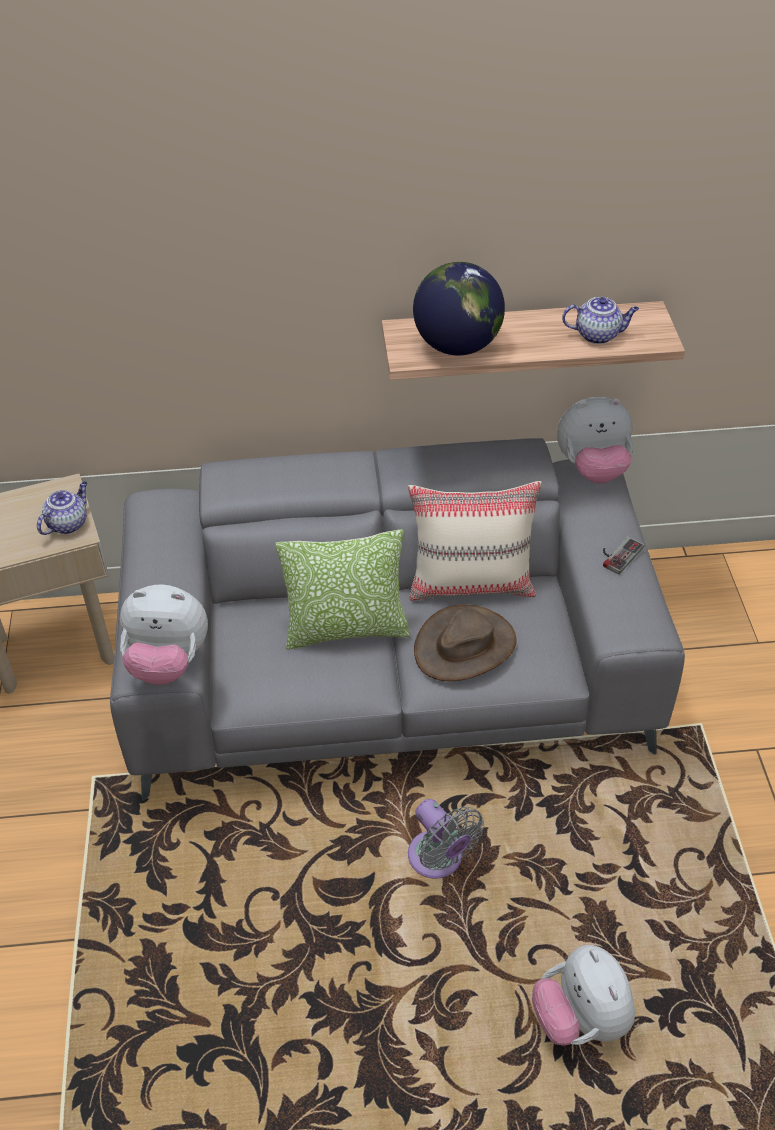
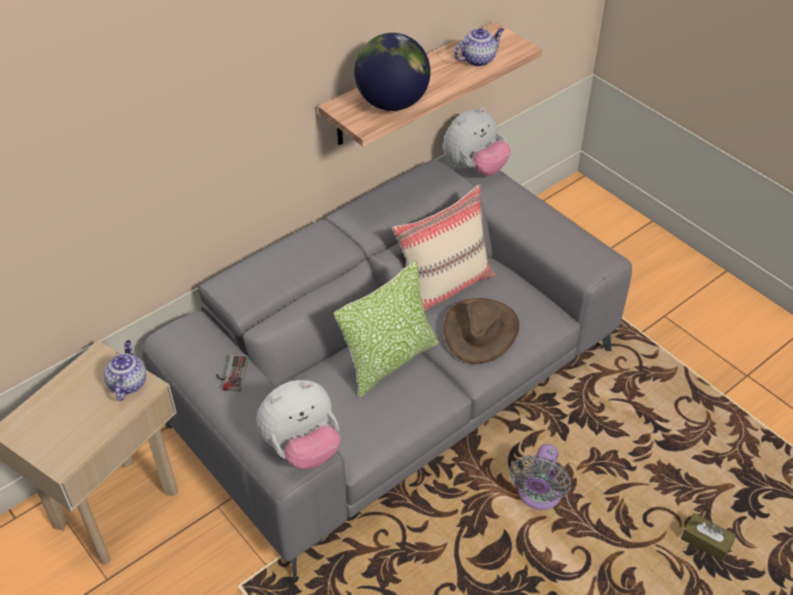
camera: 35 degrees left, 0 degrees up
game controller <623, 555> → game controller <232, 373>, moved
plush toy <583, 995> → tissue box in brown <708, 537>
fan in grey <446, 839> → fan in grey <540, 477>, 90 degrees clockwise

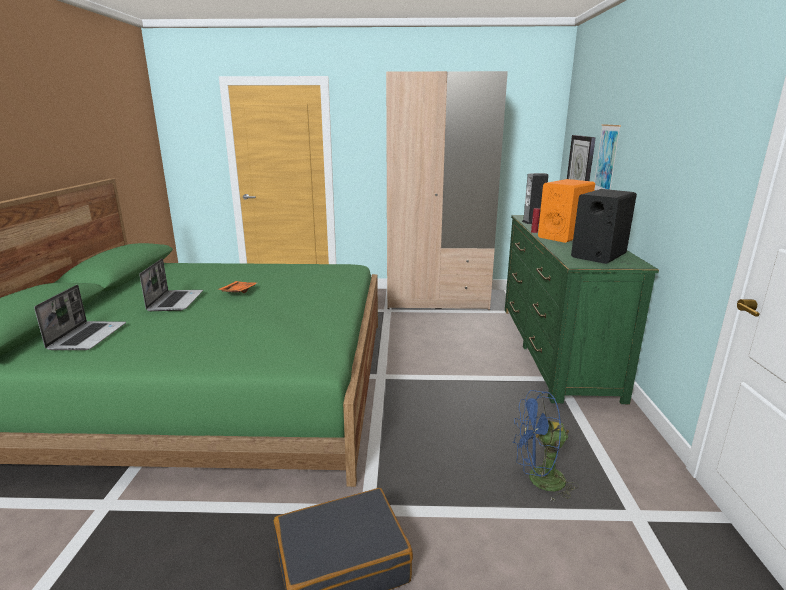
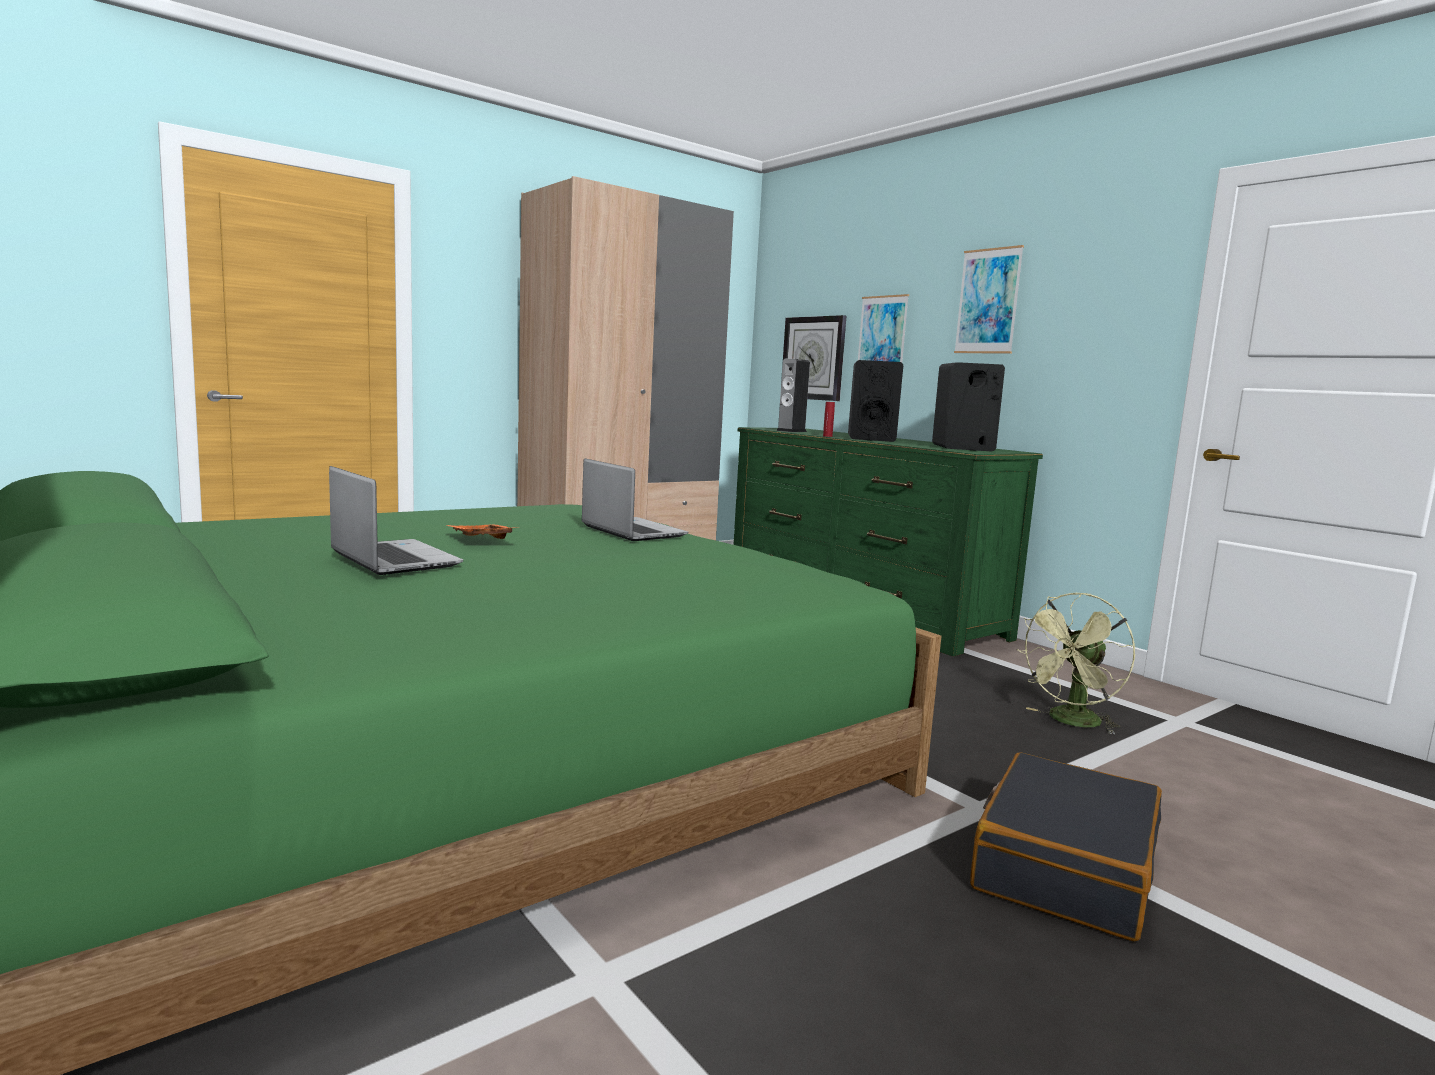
camera: 40 degrees left, 10 degrees down
- → picture <989, 299>
laptop <80, 317> → laptop <635, 499>, moved
fan in blue <546, 446> → fan in green <1076, 664>
speaker in orange <566, 211> → speaker in black <875, 401>

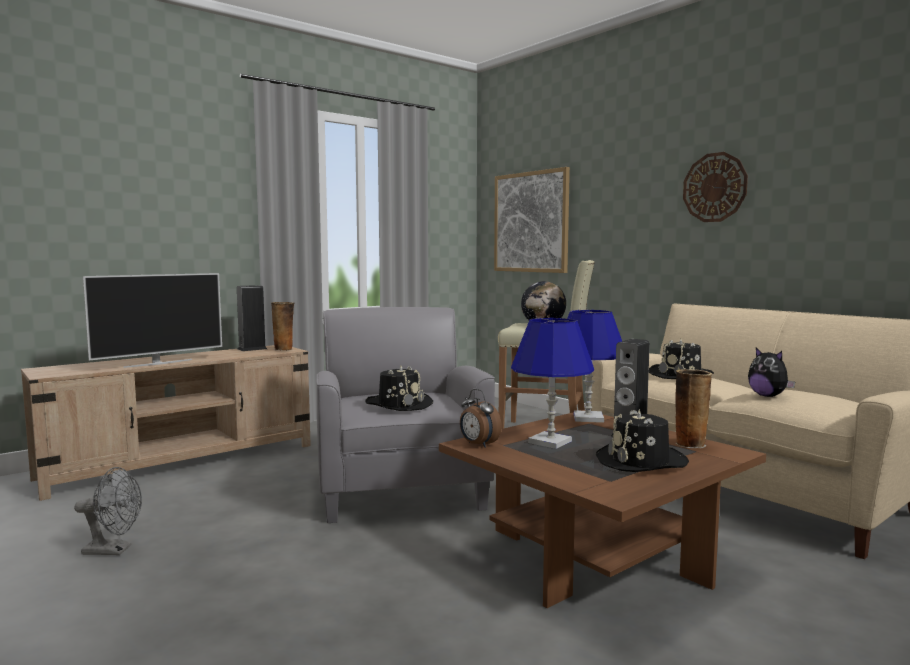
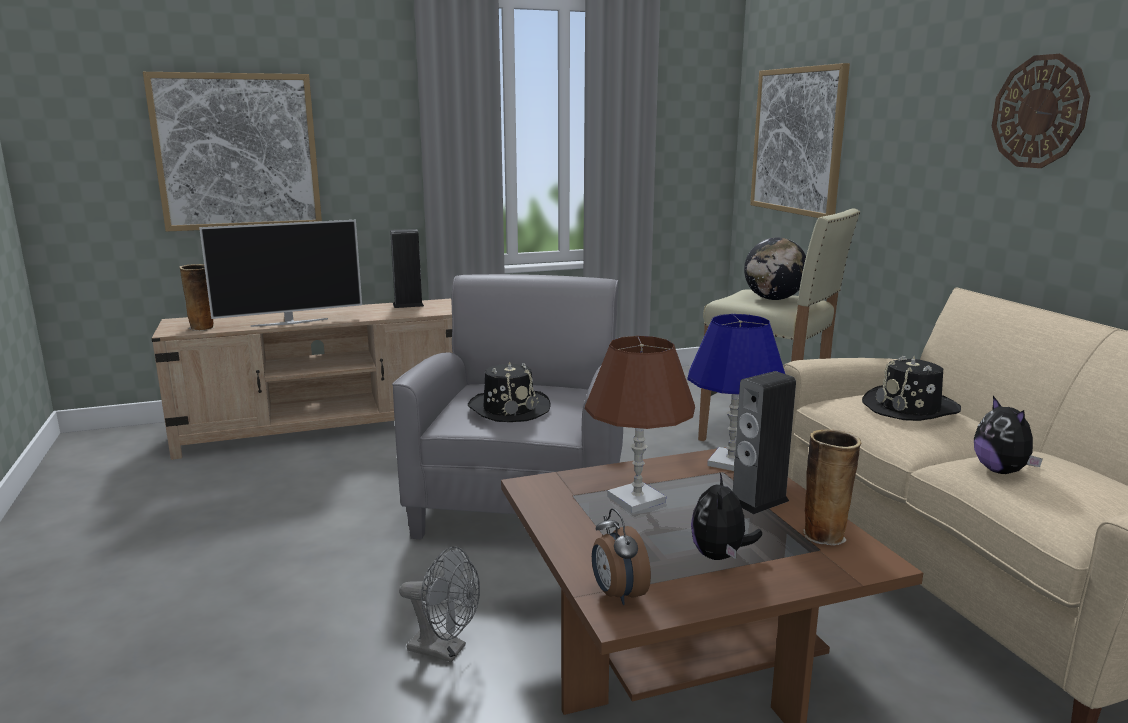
camera: 20 degrees right, 10 degrees up
- → picture <232, 152>
fan in grey <108, 511> → fan in grey <439, 604>, moved
vase <282, 326> → vase <197, 297>, moved
alarm clock <481, 418> → alarm clock <621, 556>, moved
hat in black <642, 440> → plush toy <726, 516>
table lamp in blue <552, 383> → table lamp in brown <640, 424>

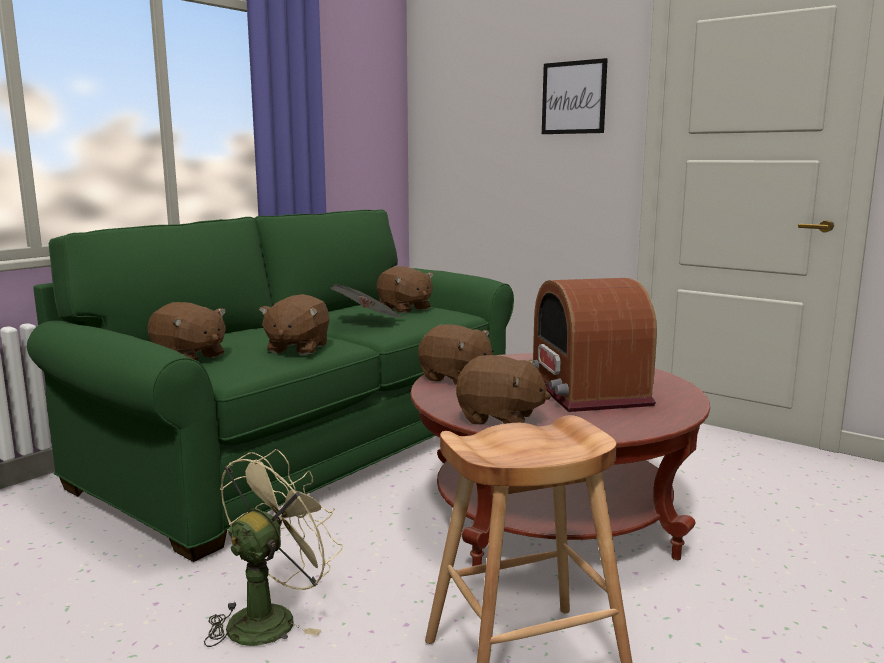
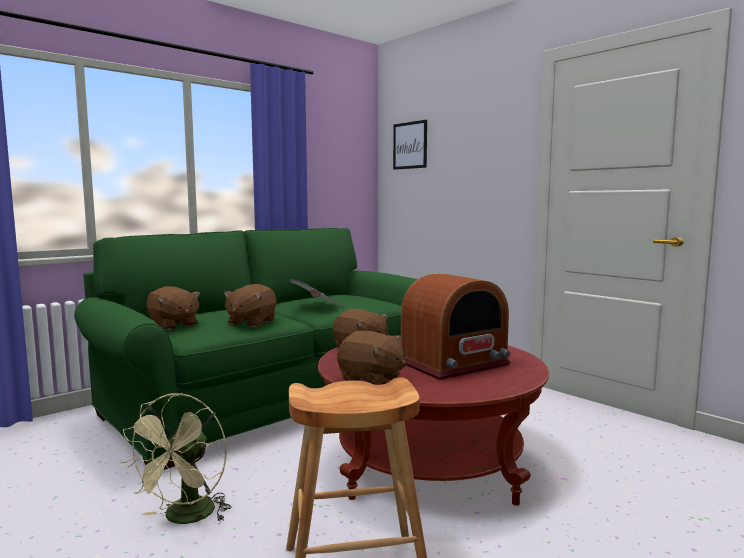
camera: 10 degrees right, 5 degrees down
plush toy in brown <405, 289> → -
picture <575, 96> → picture <410, 145>, moved
fan in beige <273, 548> → fan in beige <176, 458>, 150 degrees clockwise
radio <595, 345> → radio <455, 326>, 120 degrees counterclockwise

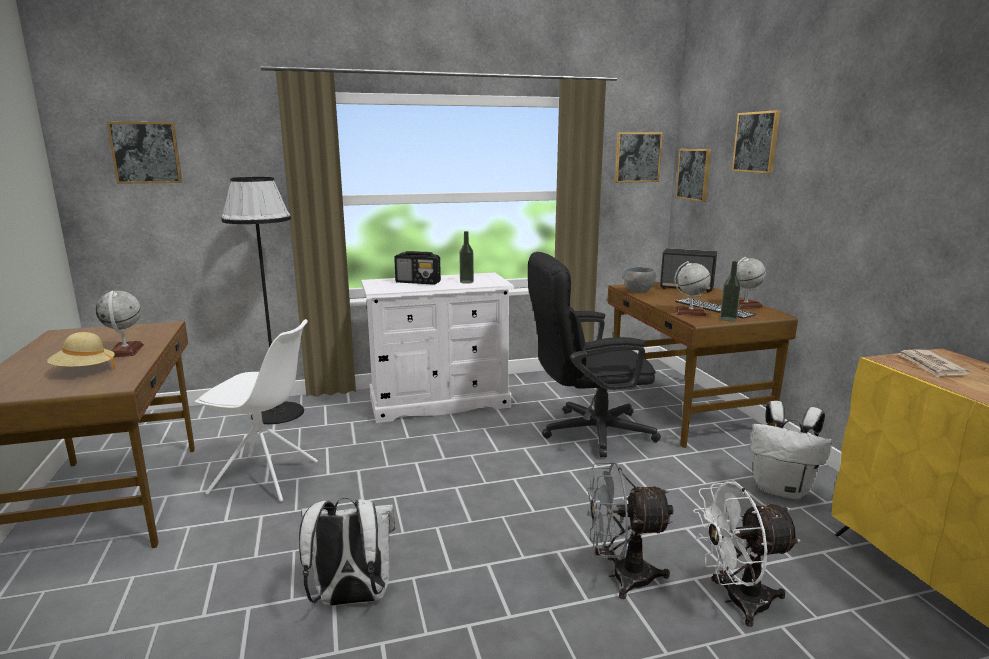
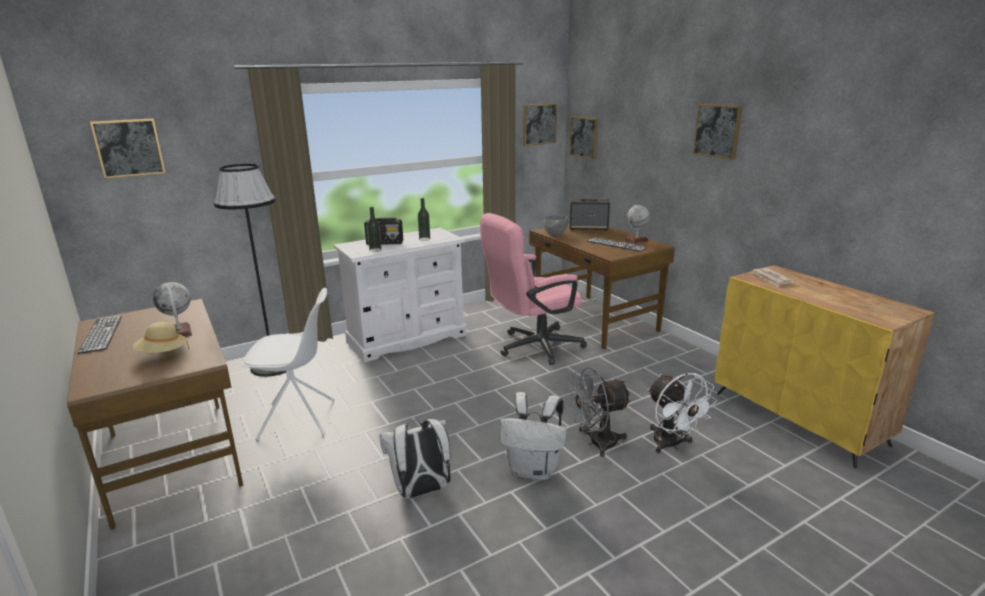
camera: 15 degrees left, 5 degrees up
globe <692, 288> → -
- → keyboard <99, 335>
bottle <730, 291> → bottle <374, 229>, moved
picture <756, 142> → picture <717, 132>, moved
backpack in white <791, 450> → backpack in white <533, 436>, moved
office chair in black <594, 355> → office chair in pink <533, 289>
fan in white <747, 554> → fan in white <682, 413>, 90 degrees counterclockwise

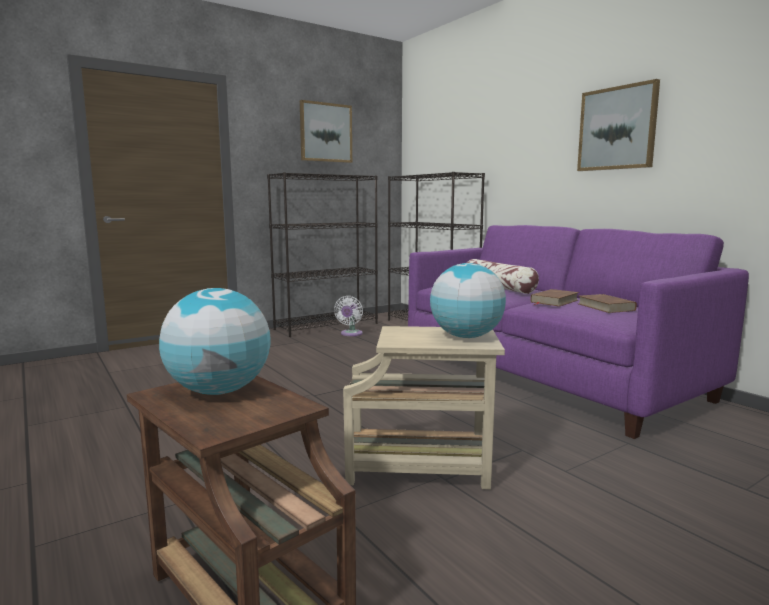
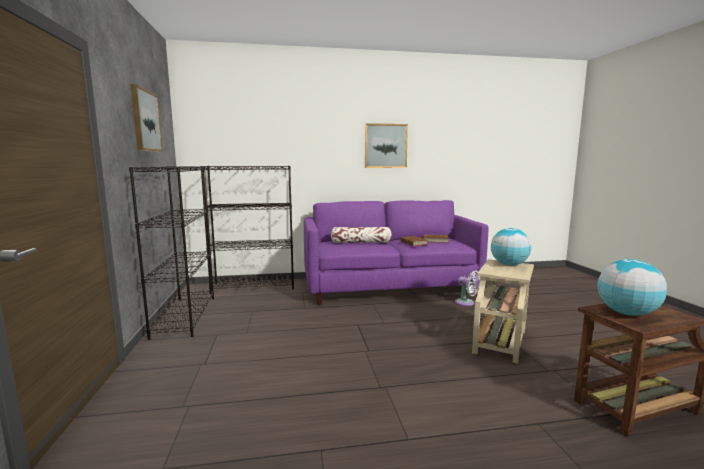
camera: 65 degrees left, 0 degrees up
fan in white <348, 316> → fan in white <467, 288>, moved

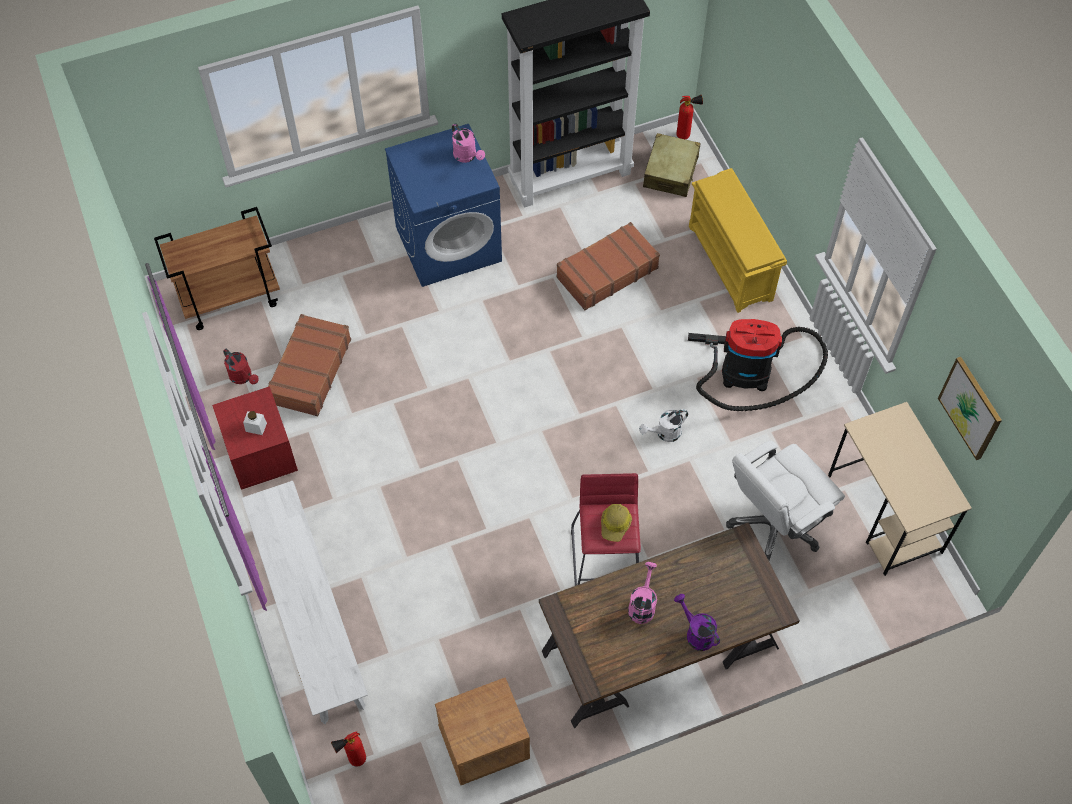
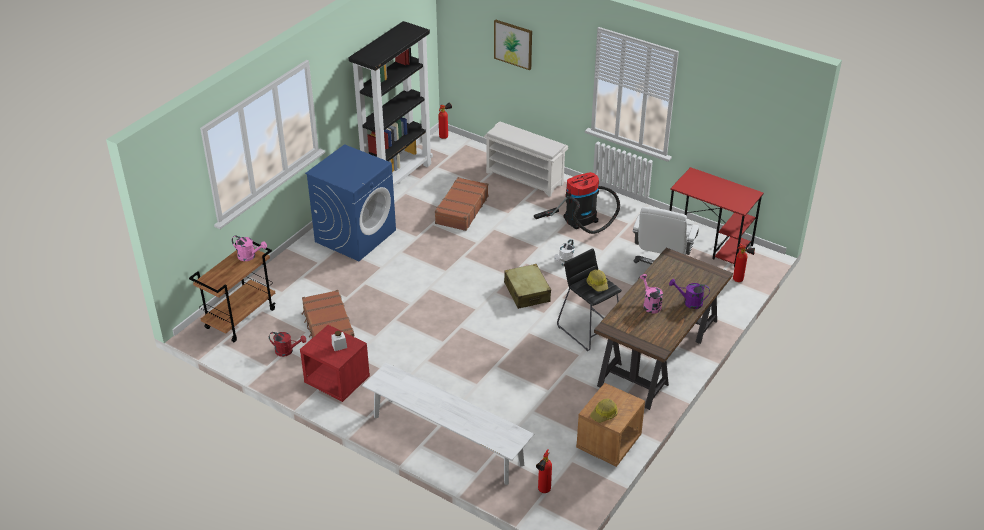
camera: 35 degrees left, 20 degrees down
- → hard hat <604, 411>
- → fire extinguisher <744, 263>
watering can in pink <468, 143> → watering can in pink <249, 248>, moved
suitcase in beige <672, 165> → suitcase in beige <527, 286>, moved
picture <970, 408> → picture <513, 44>, moved
stool in red <606, 529> → stool in black <589, 300>
shoe rack in yellow <738, 240> → shoe rack in white <526, 159>
desk in beige <900, 489> → desk in red <716, 217>

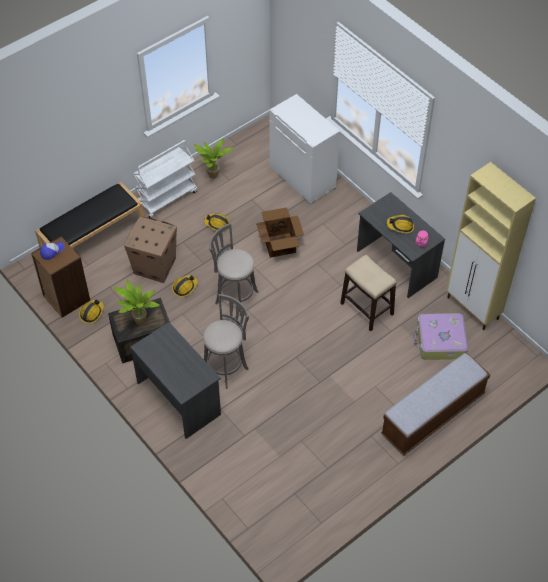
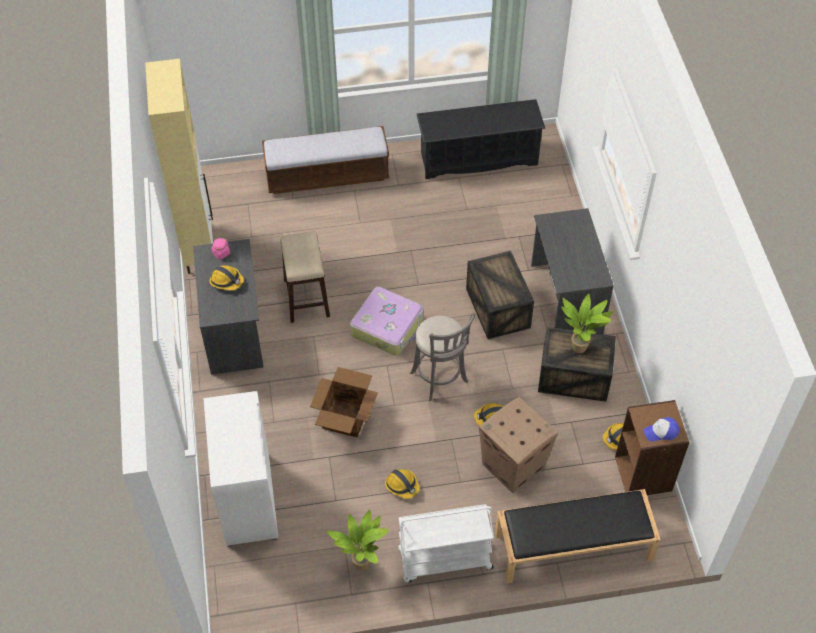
camera: 150 degrees left, 0 degrees up
- → shoe rack in black <481, 139>
suitcase <441, 336> → suitcase <386, 321>, moved
stool in grey <226, 341> → crate <500, 295>

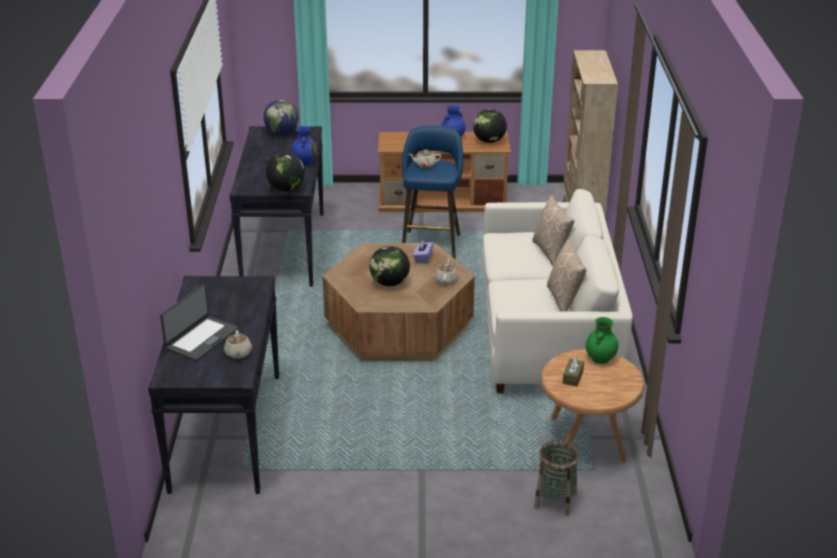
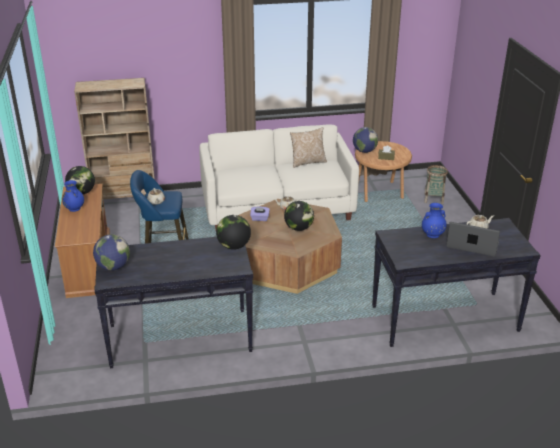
camera: 100 degrees left, 0 degrees up
pillow <553, 231> → -
vase in blue <304, 146> → vase in blue <434, 220>, moved
vase in green <602, 340> → globe <365, 140>

